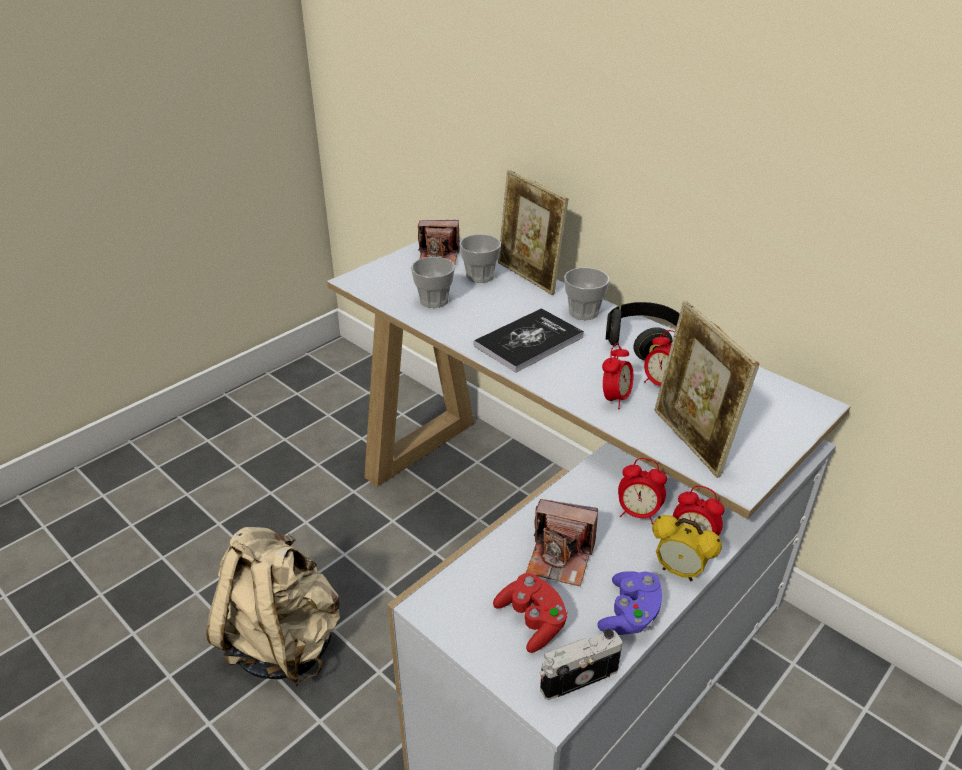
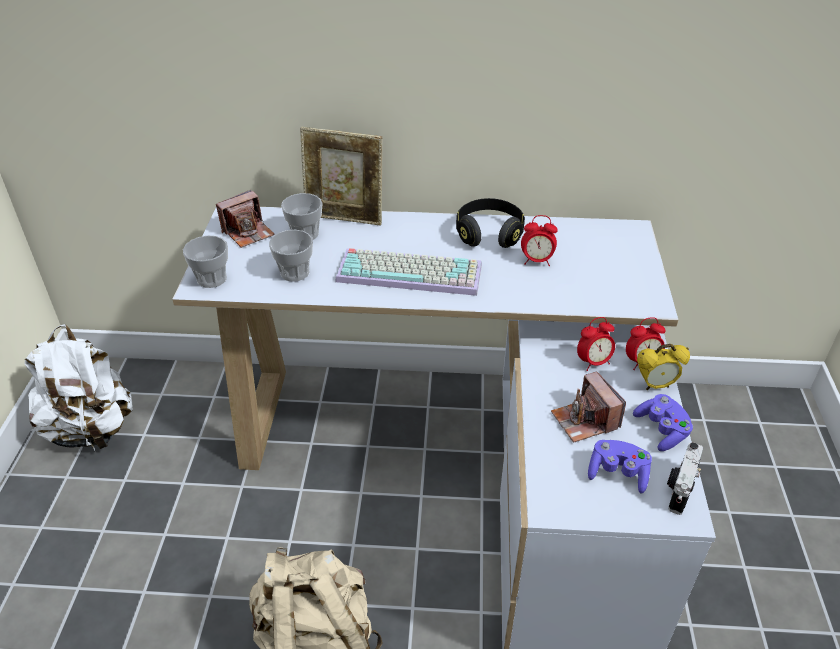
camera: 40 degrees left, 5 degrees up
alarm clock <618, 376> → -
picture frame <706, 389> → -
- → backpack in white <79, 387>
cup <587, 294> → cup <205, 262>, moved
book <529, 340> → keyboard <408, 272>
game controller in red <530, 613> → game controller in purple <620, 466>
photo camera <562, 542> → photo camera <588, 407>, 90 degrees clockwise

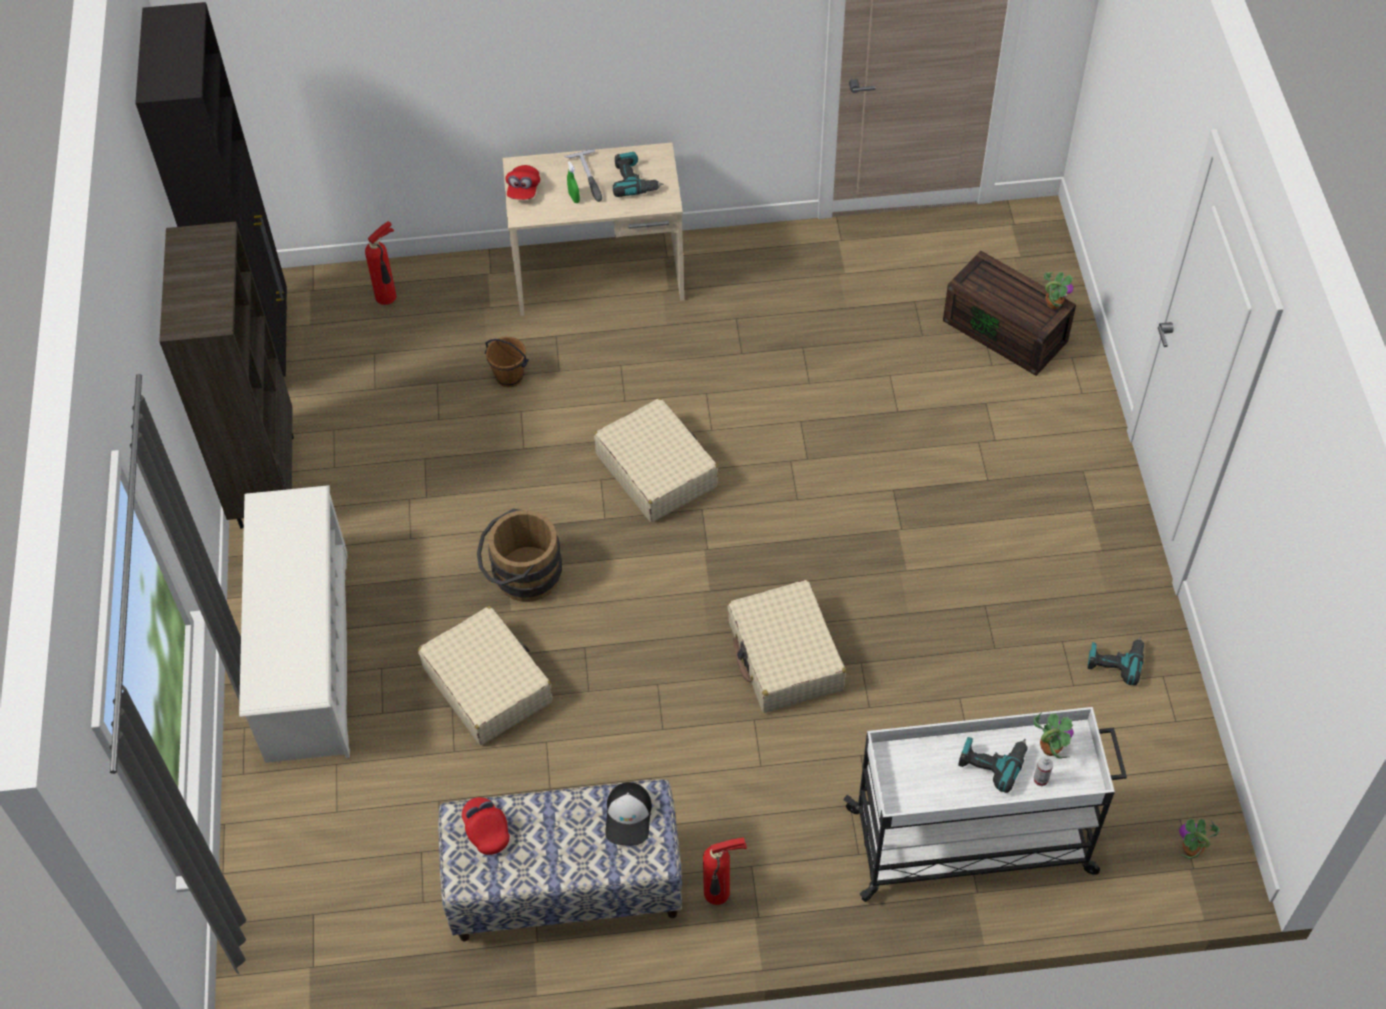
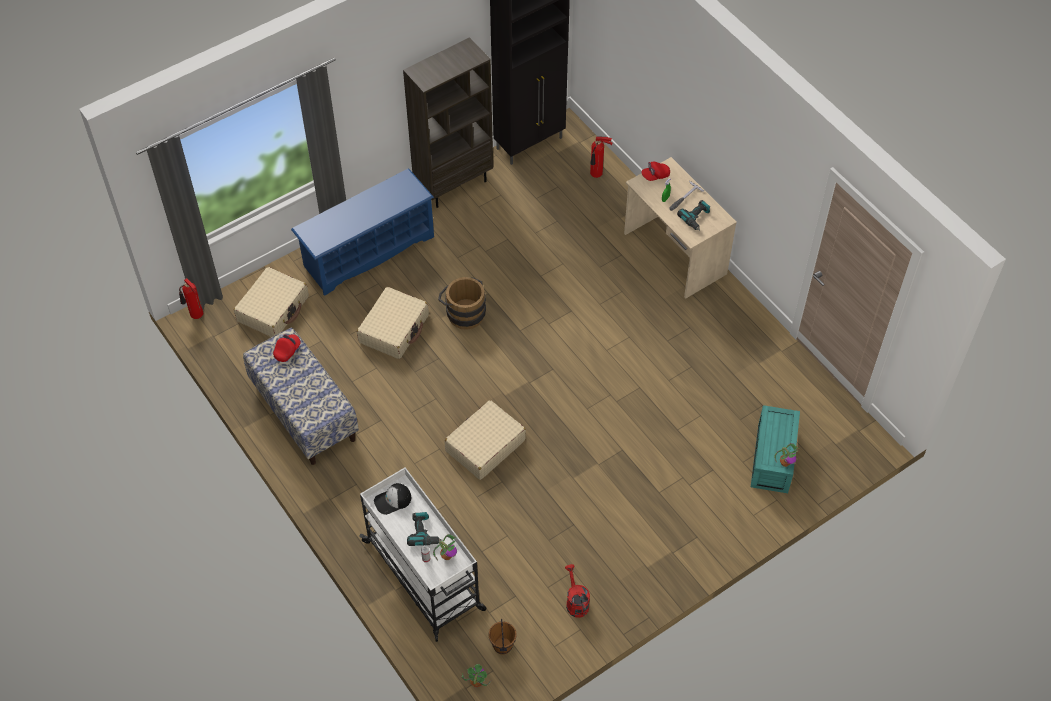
camera: 60 degrees right, 0 degrees up
bucket in brown <506, 362> → bucket in brown <502, 636>, moved
suitcase in beige <656, 460> → suitcase in beige <271, 302>, moved
cap <628, 813> → cap <392, 499>, moved
fire extinguisher <725, 871> → fire extinguisher <191, 298>, moved
power drill <1115, 661> → watering can in red <577, 591>
shoe rack in white <294, 624> → shoe rack in blue <362, 232>
storage box in brown <1009, 313> → storage box in turquoise <775, 449>

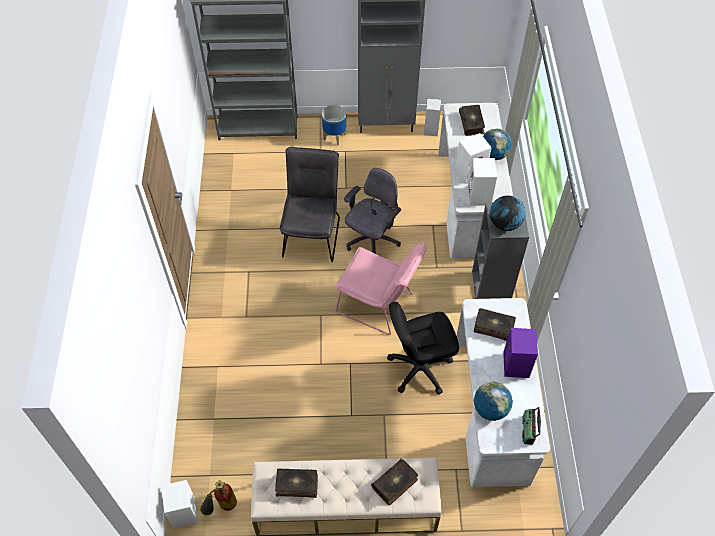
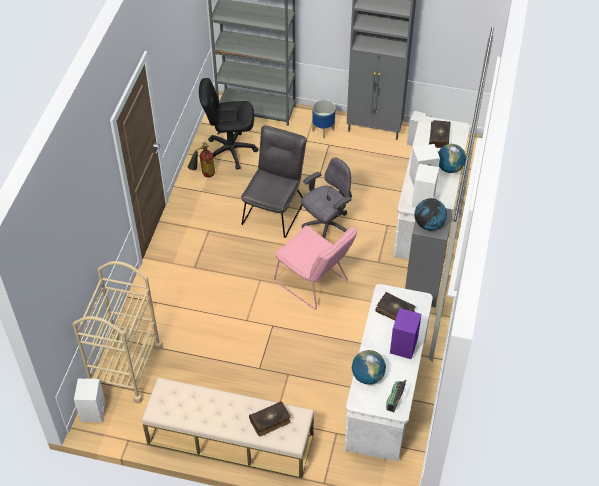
camera: 15 degrees right, 5 degrees down
book <296, 483> → -
- → cart in beige <118, 332>
fire extinguisher <218, 497> → fire extinguisher <201, 160>, moved
office chair in black <423, 348> → office chair in black <228, 124>, moved

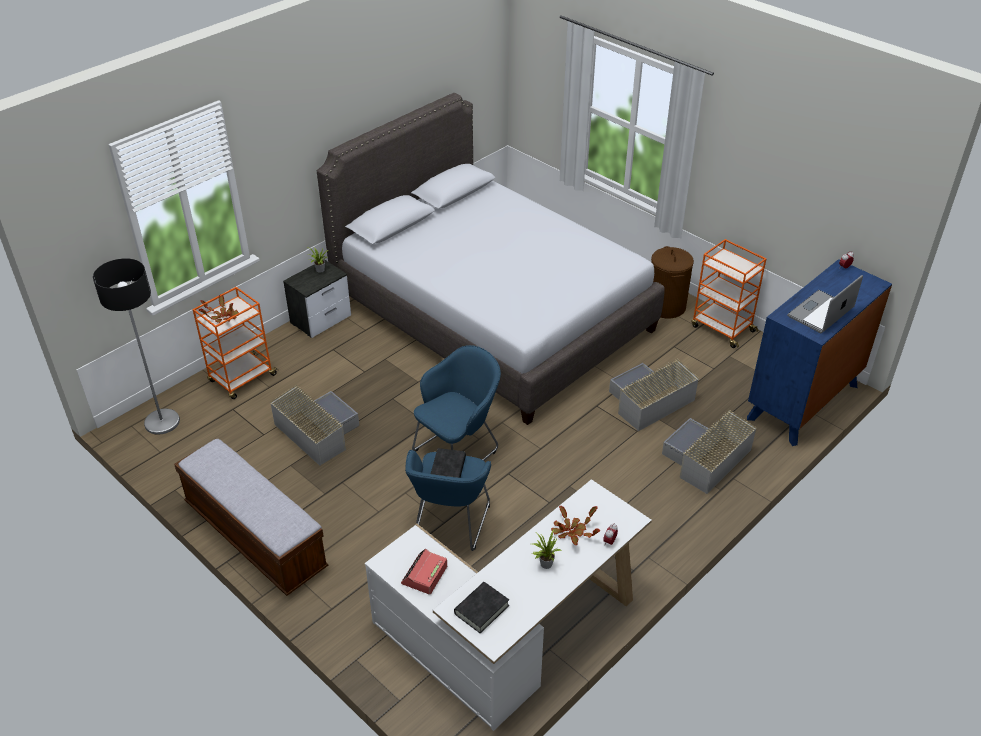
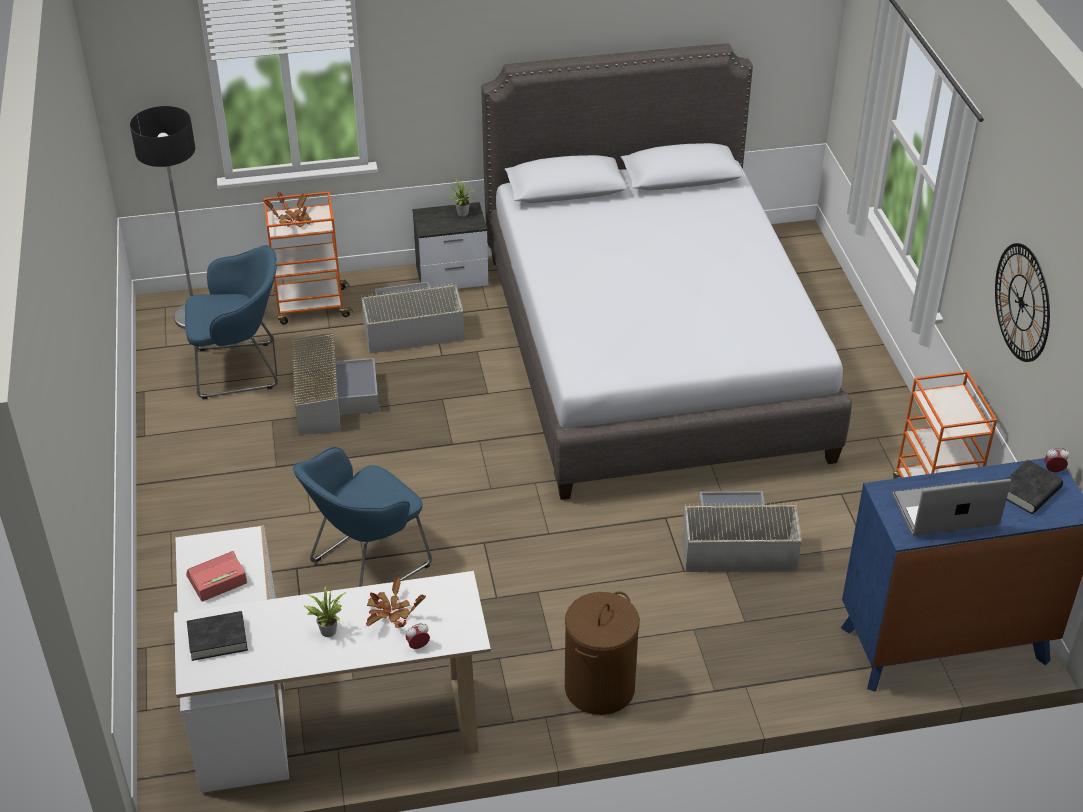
camera: 35 degrees right, 0 degrees up
bench <251, 517> → -
- → wall clock <1022, 302>
armchair in blue <456, 402> → armchair in blue <231, 322>, moved
book in black <448, 463> → book in black <1034, 487>, moved
laundry basket in brown <672, 282> → laundry basket in brown <602, 653>, moved
storage box in grey <709, 451> → storage box in grey <412, 318>, moved

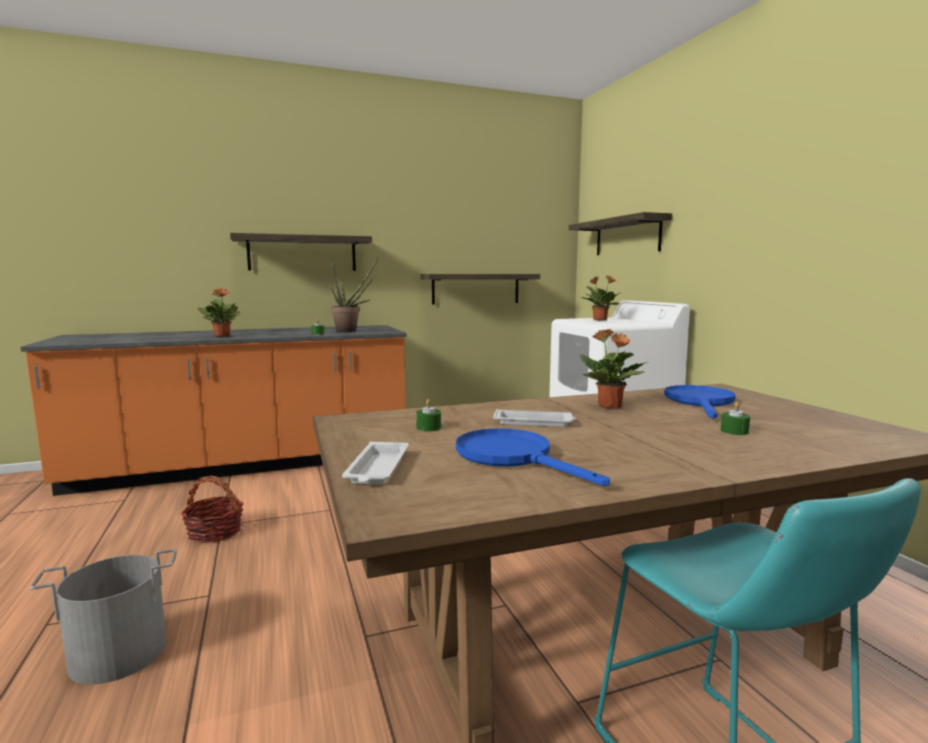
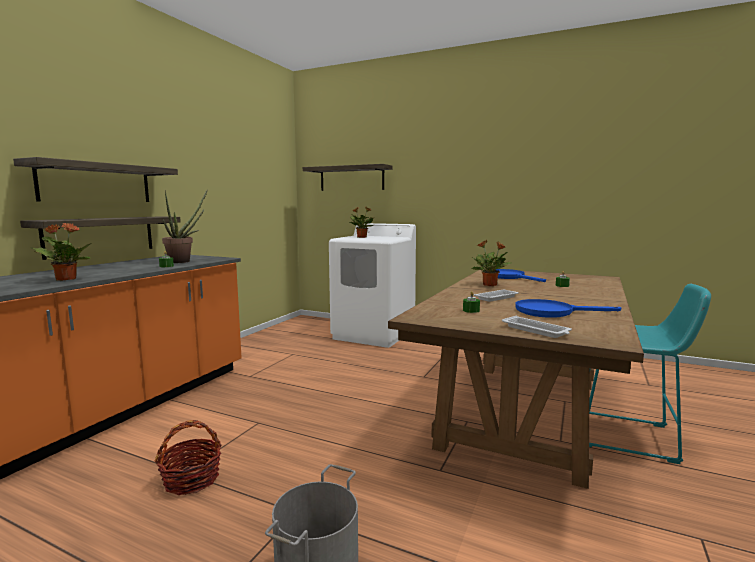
camera: 45 degrees left, 0 degrees up
shelf <480, 289> → shelf <100, 238>, moved

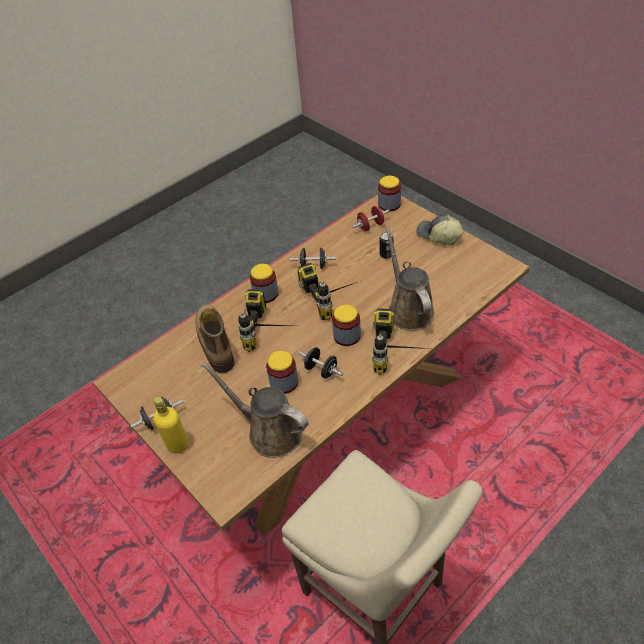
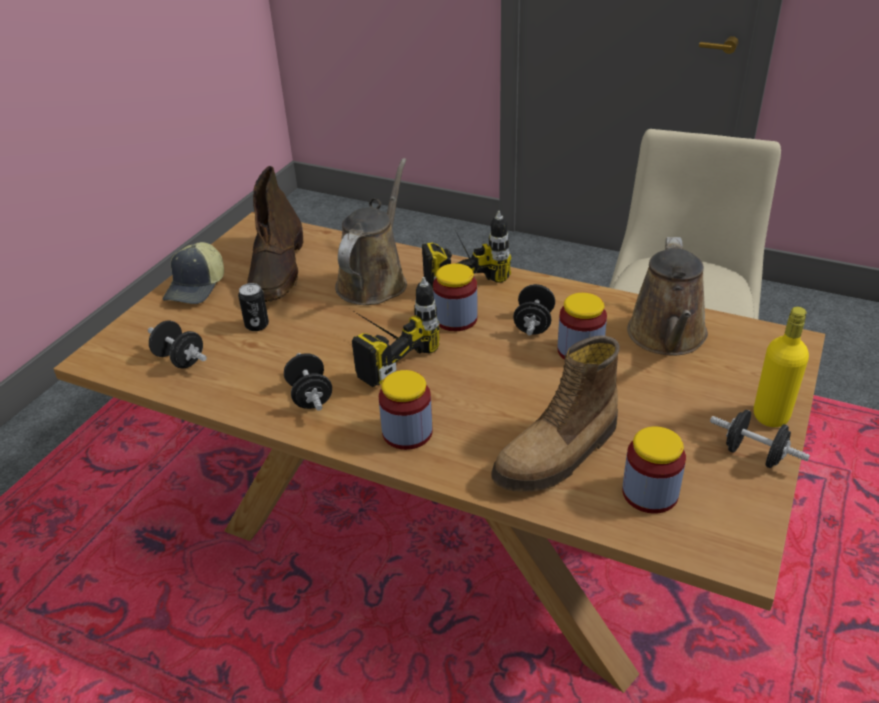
camera: 115 degrees left, 10 degrees down
power drill <264, 320> → -
- → boot in brown <275, 234>
jar <389, 193> → jar <654, 470>, moved
dumbbell in red <371, 218> → dumbbell in black <177, 345>
watering can in brown <409, 279> → watering can in brown <371, 231>, 150 degrees clockwise

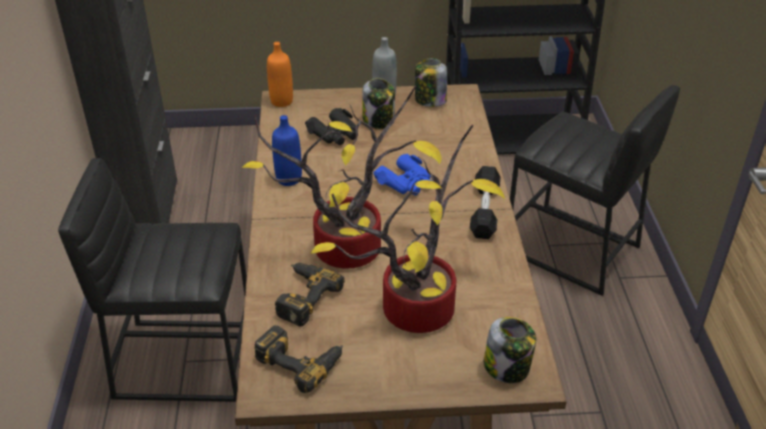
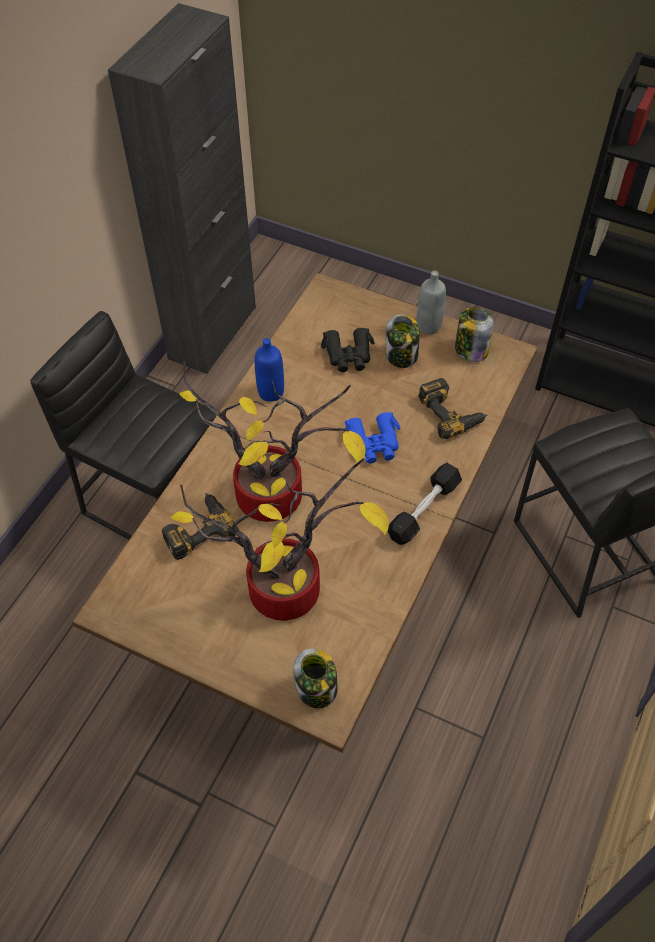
camera: 30 degrees right, 15 degrees up
bottle in orange <280, 74> → -
power drill <298, 359> → power drill <453, 408>, moved

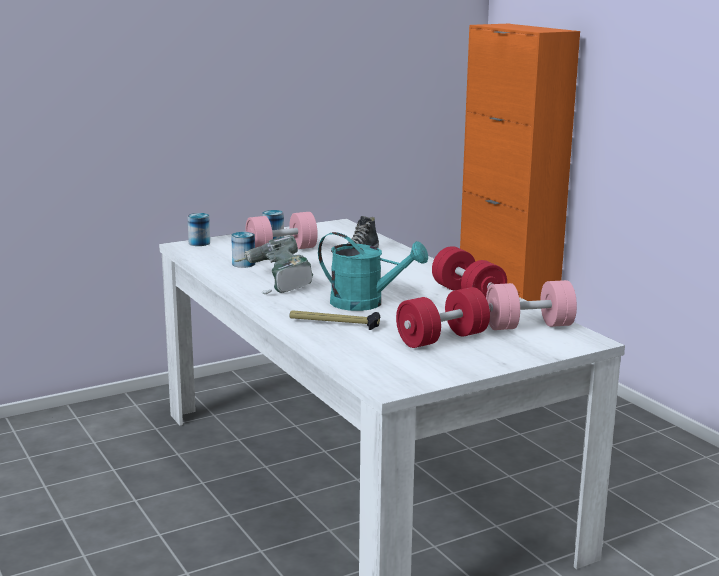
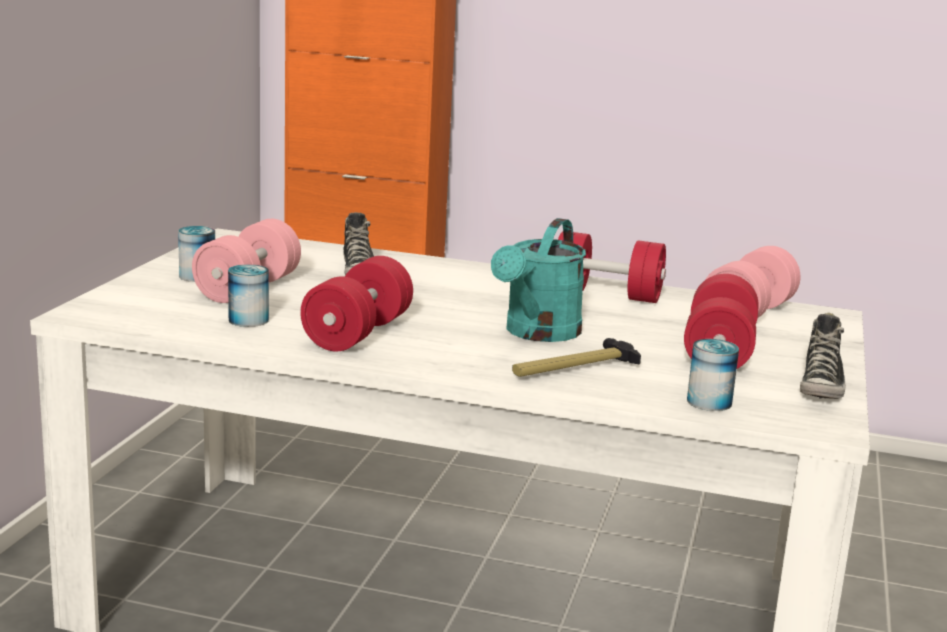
camera: 45 degrees left, 0 degrees up
- → shoe <823, 356>
can <198, 229> → can <713, 375>, moved
power drill <273, 265> → dumbbell in red <356, 304>
watering can in turquoise <373, 271> → watering can in turquoise <538, 280>, 135 degrees clockwise

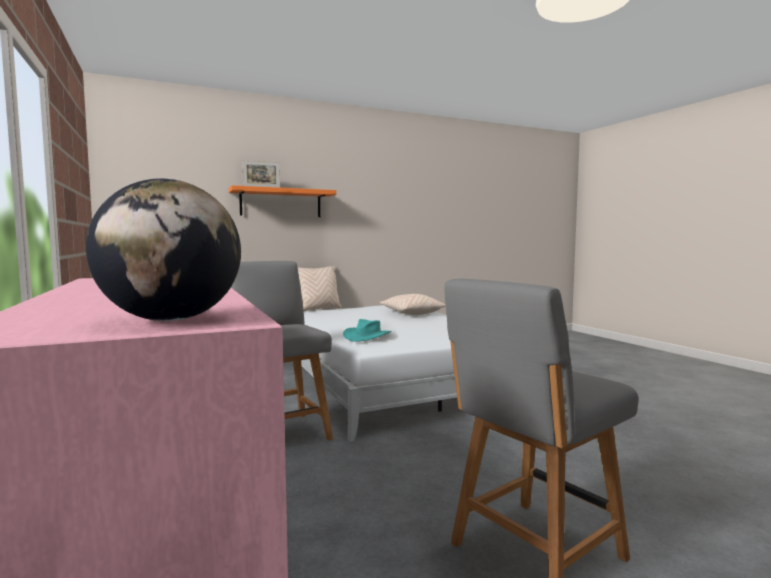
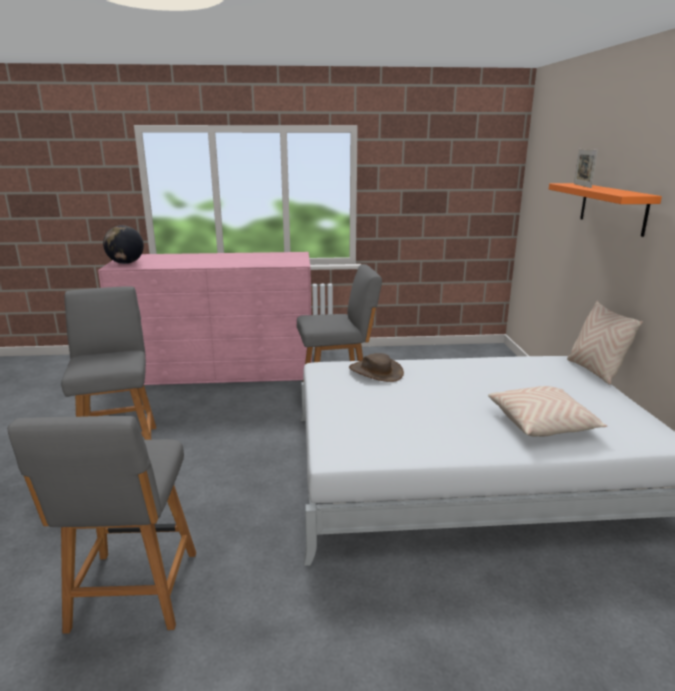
camera: 110 degrees right, 15 degrees up
- → chair in grey <101, 525>
hat in turquoise <367, 330> → hat in brown <376, 367>

